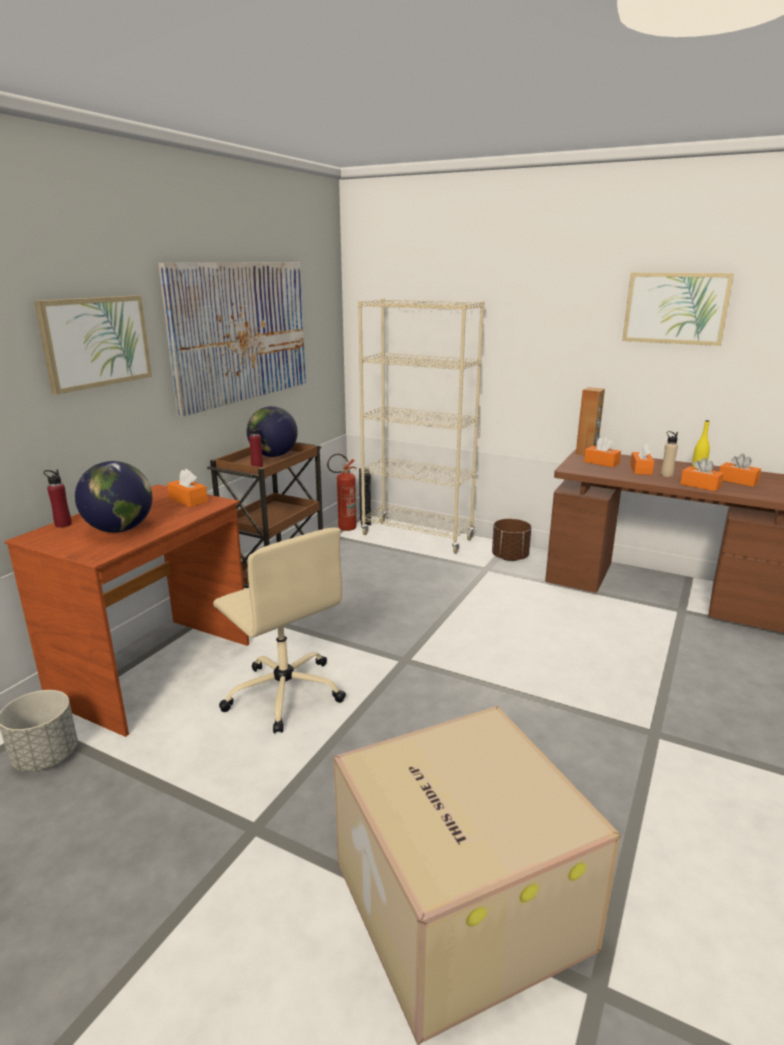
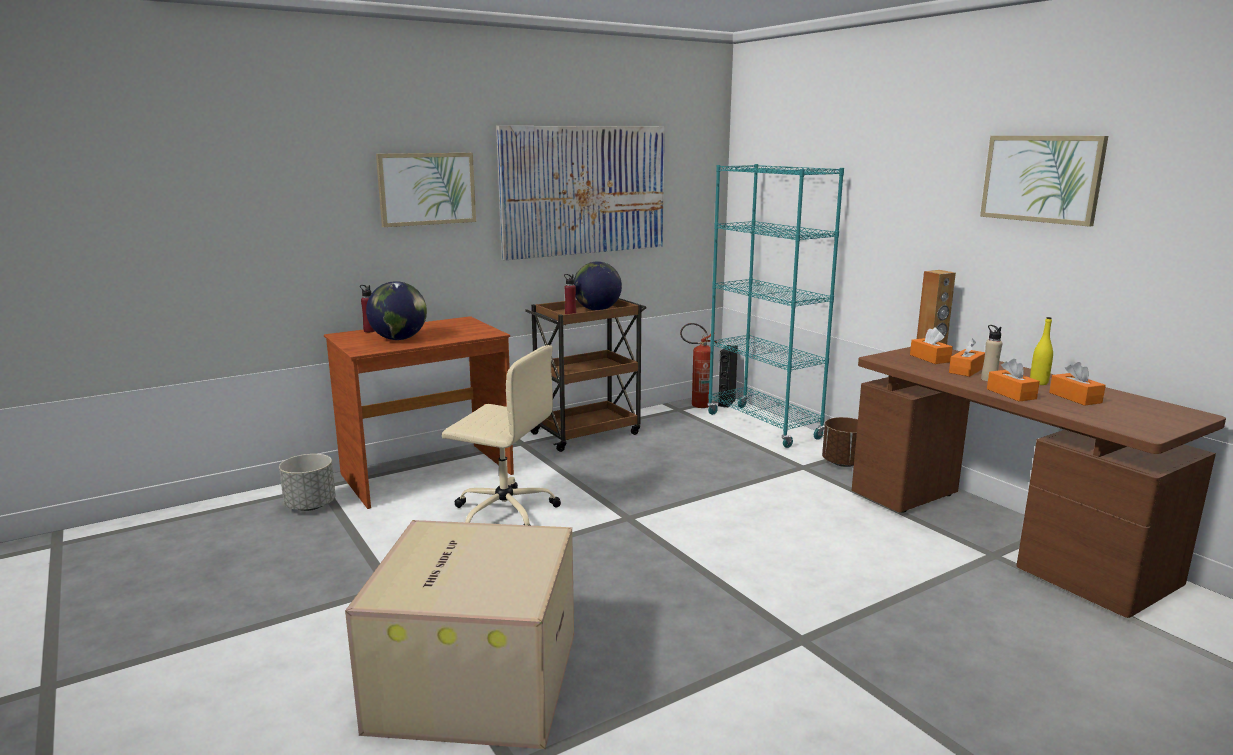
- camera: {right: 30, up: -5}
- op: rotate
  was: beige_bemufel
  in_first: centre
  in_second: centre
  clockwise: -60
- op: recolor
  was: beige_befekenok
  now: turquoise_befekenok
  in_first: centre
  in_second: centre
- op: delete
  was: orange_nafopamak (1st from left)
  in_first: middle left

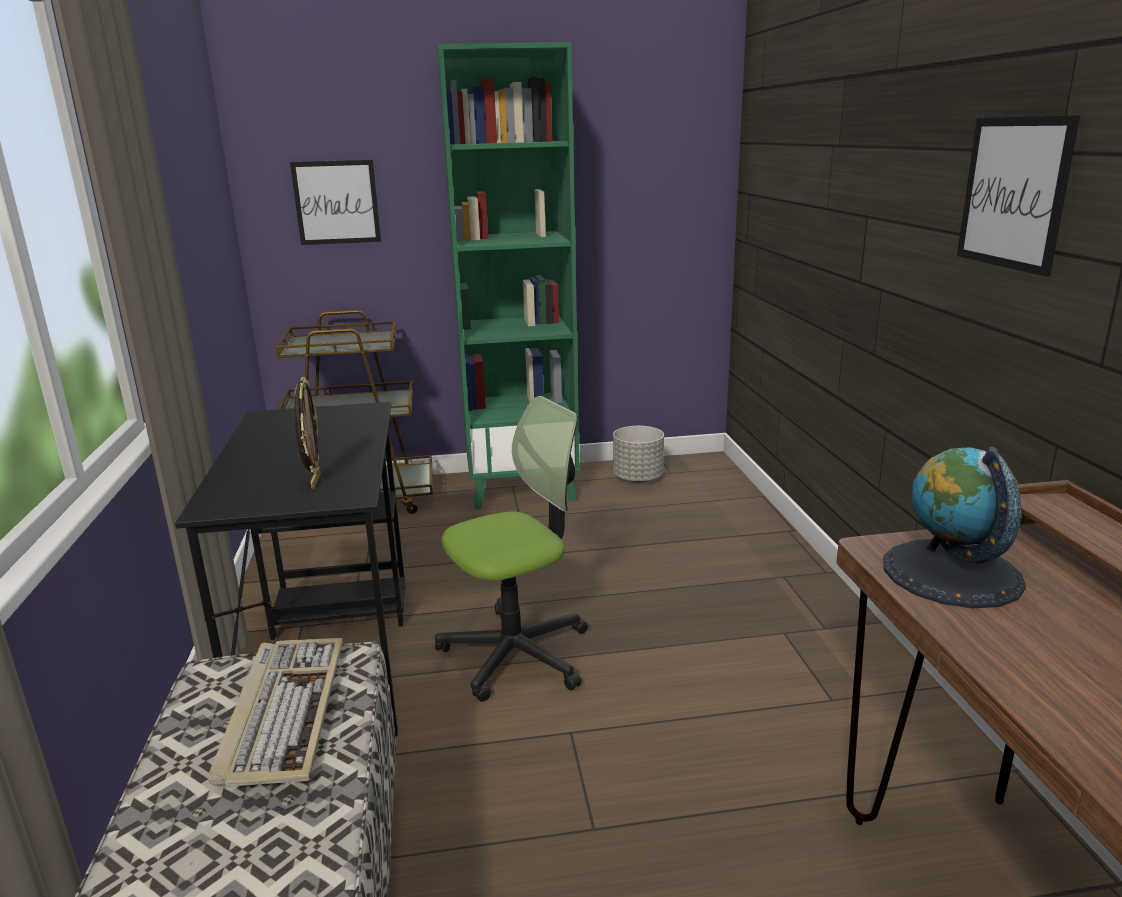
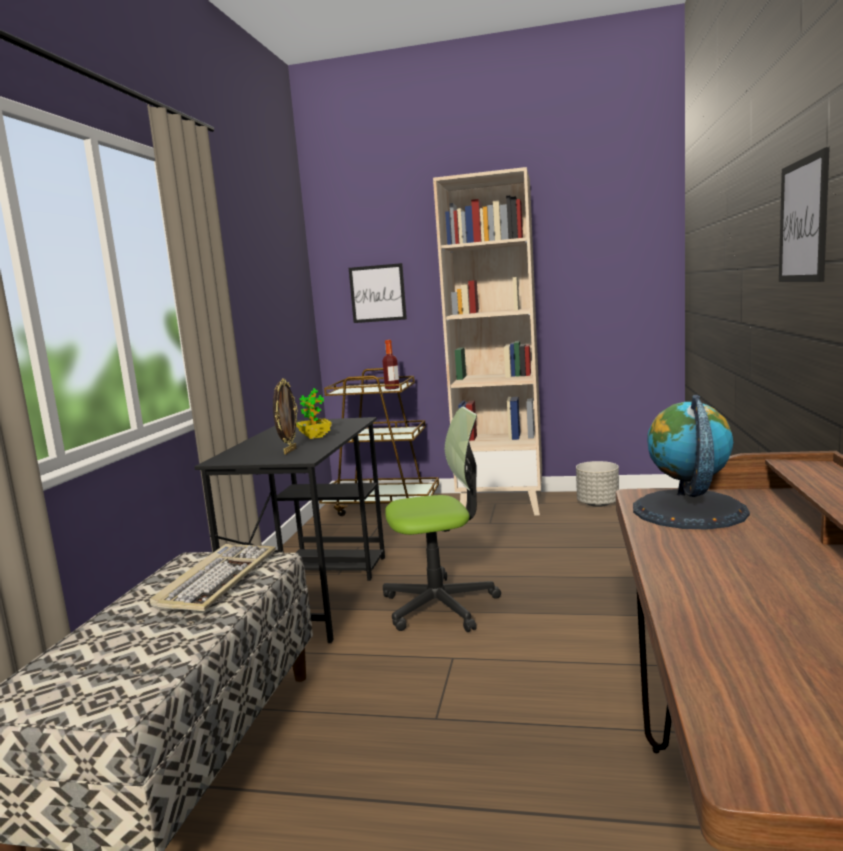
- camera: {right: 20, up: -10}
- op: insert
  now: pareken
  in_second: centre
- op: insert
  now: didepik
  in_second: centre
- op: recolor
  was: green_befekenok
  now: beige_befekenok
  in_first: top centre
  in_second: centre

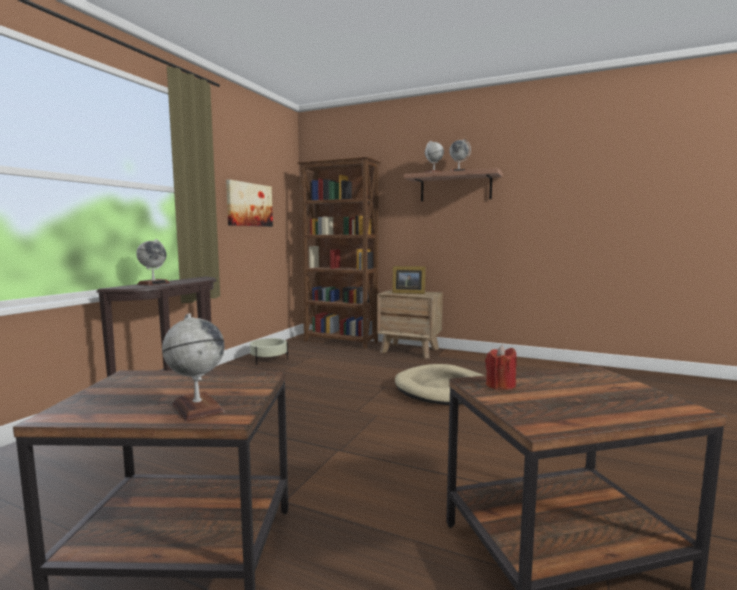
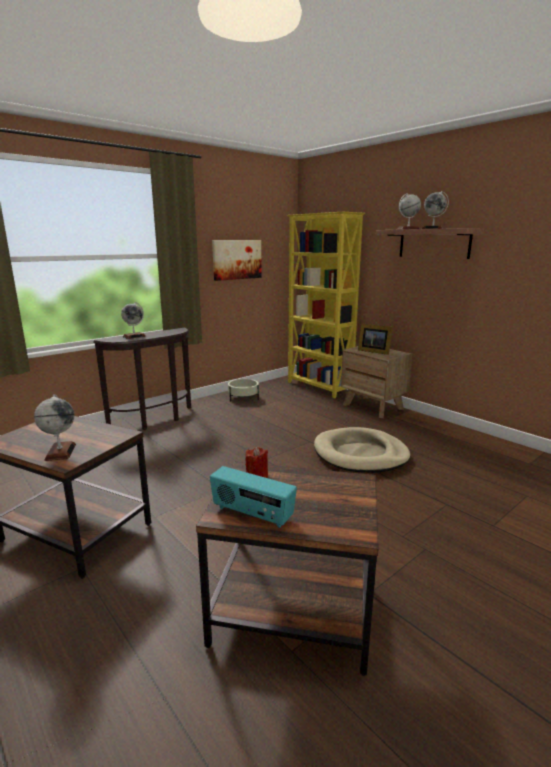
- camera: {right: 25, up: 10}
- op: insert
  now: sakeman
  in_second: centre
- op: recolor
  was: brown_befekenok
  now: yellow_befekenok
  in_first: centre
  in_second: centre

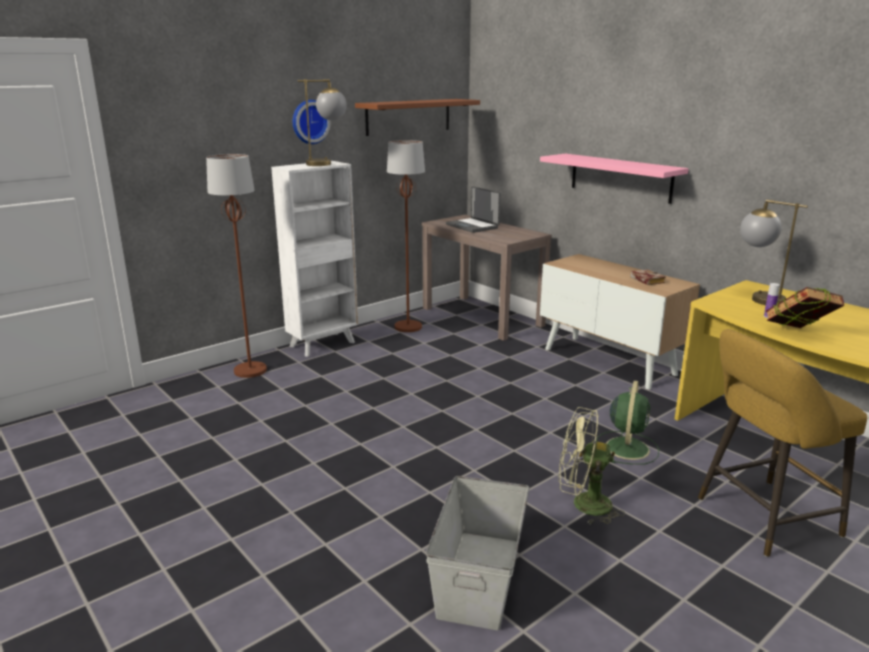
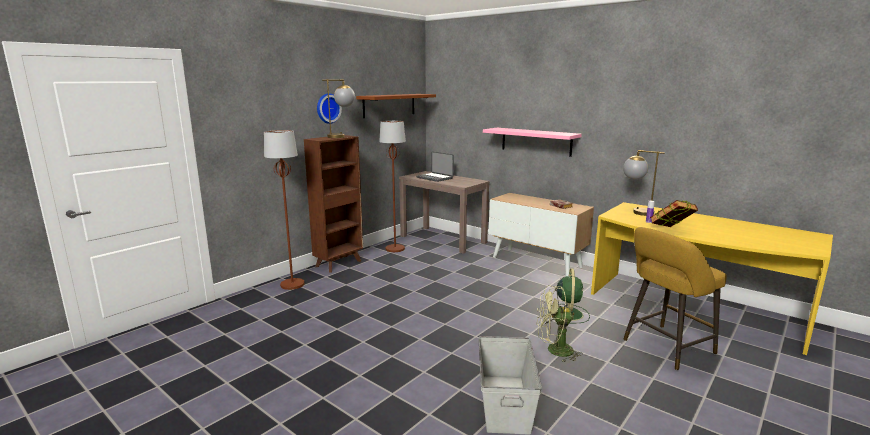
- camera: {right: -10, up: -5}
- op: recolor
  was: white_befekenok
  now: brown_befekenok
  in_first: centre
  in_second: centre

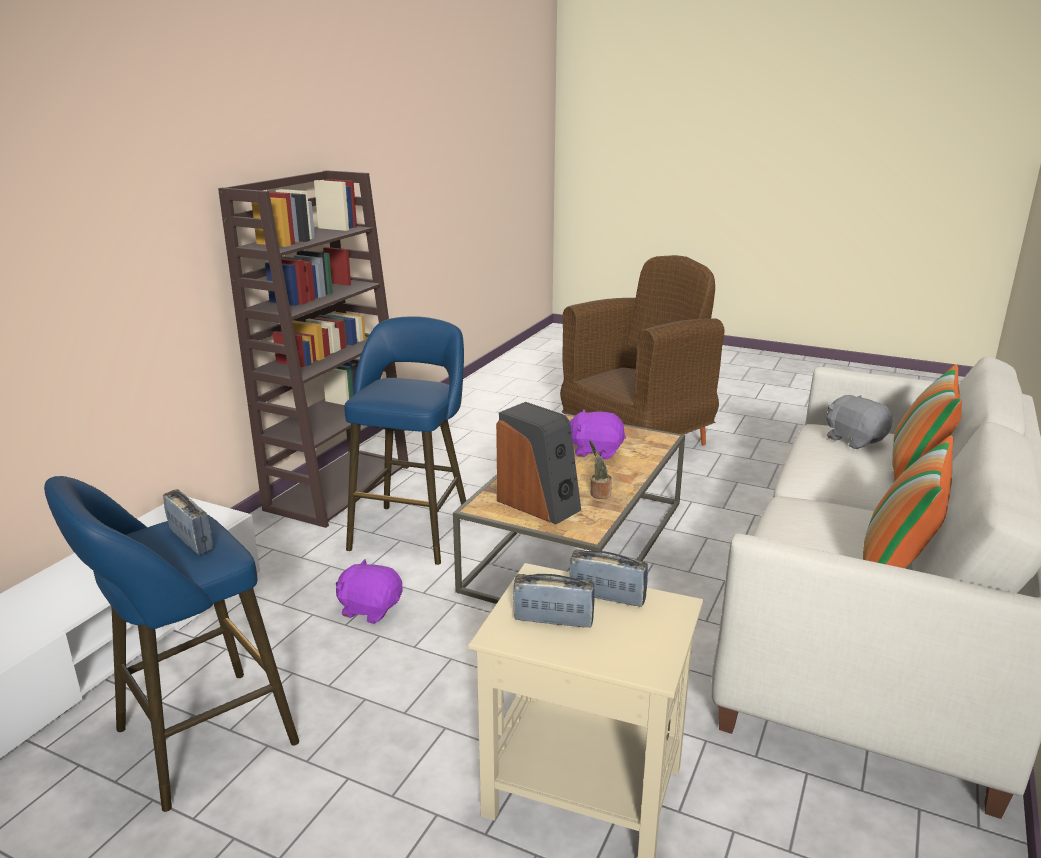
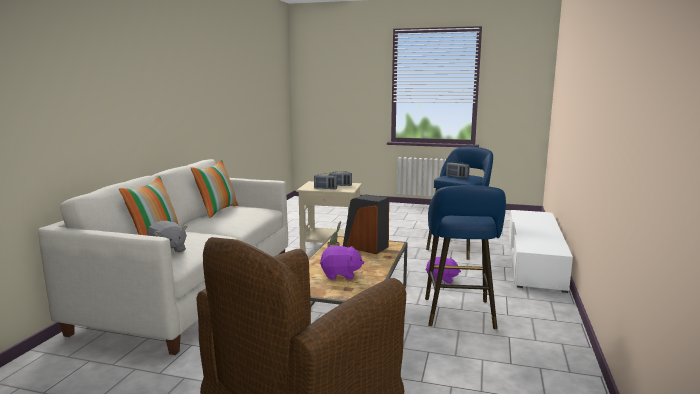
- camera: {right: 170, up: -10}
- op: delete
  was: brown_befekenok
  in_first: middle left

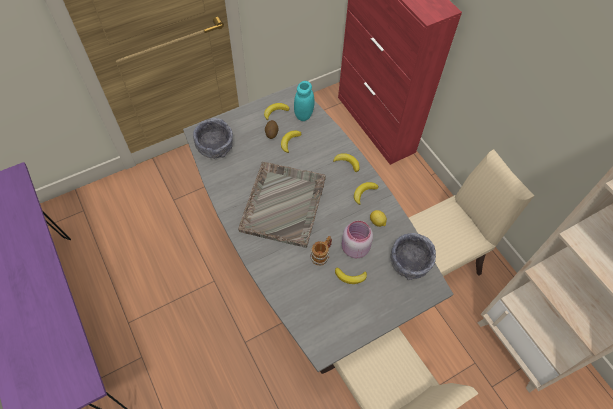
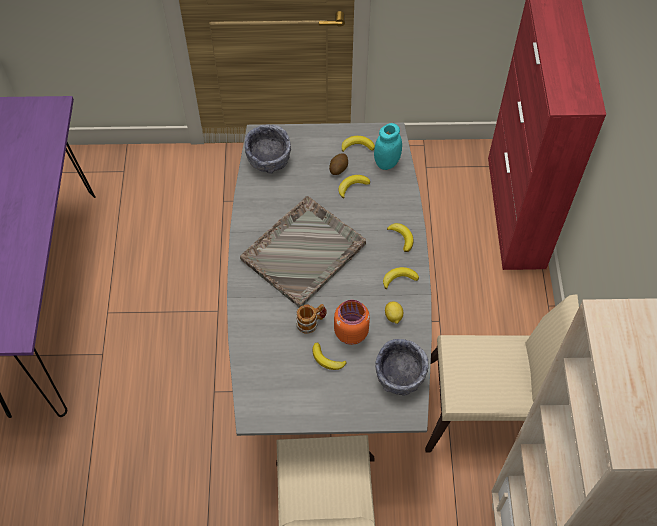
- camera: {right: 30, up: 0}
- op: recolor
  was: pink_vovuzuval
  now: orange_vovuzuval
  in_first: centre
  in_second: centre

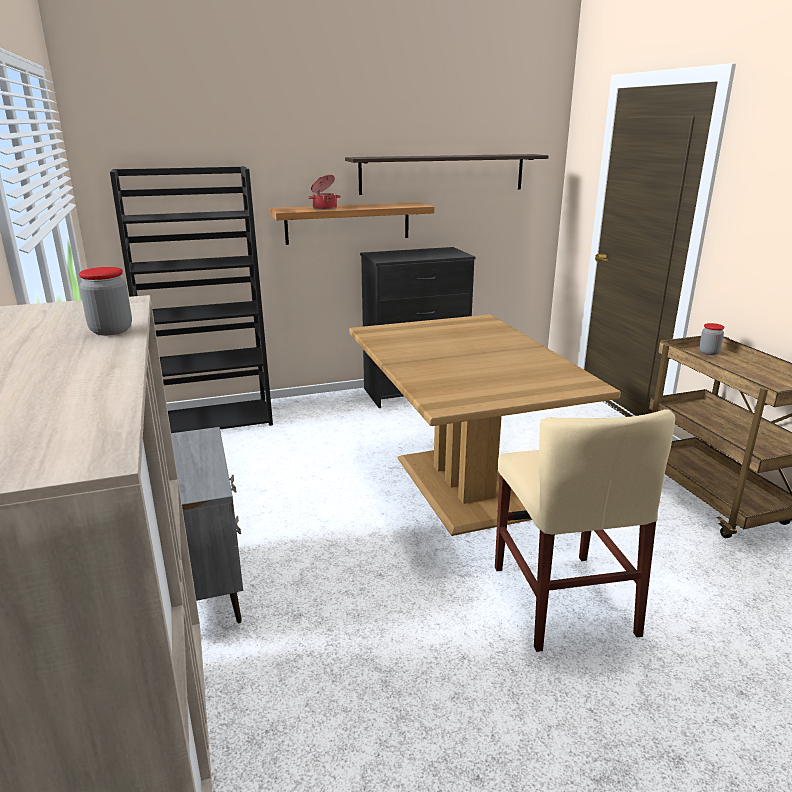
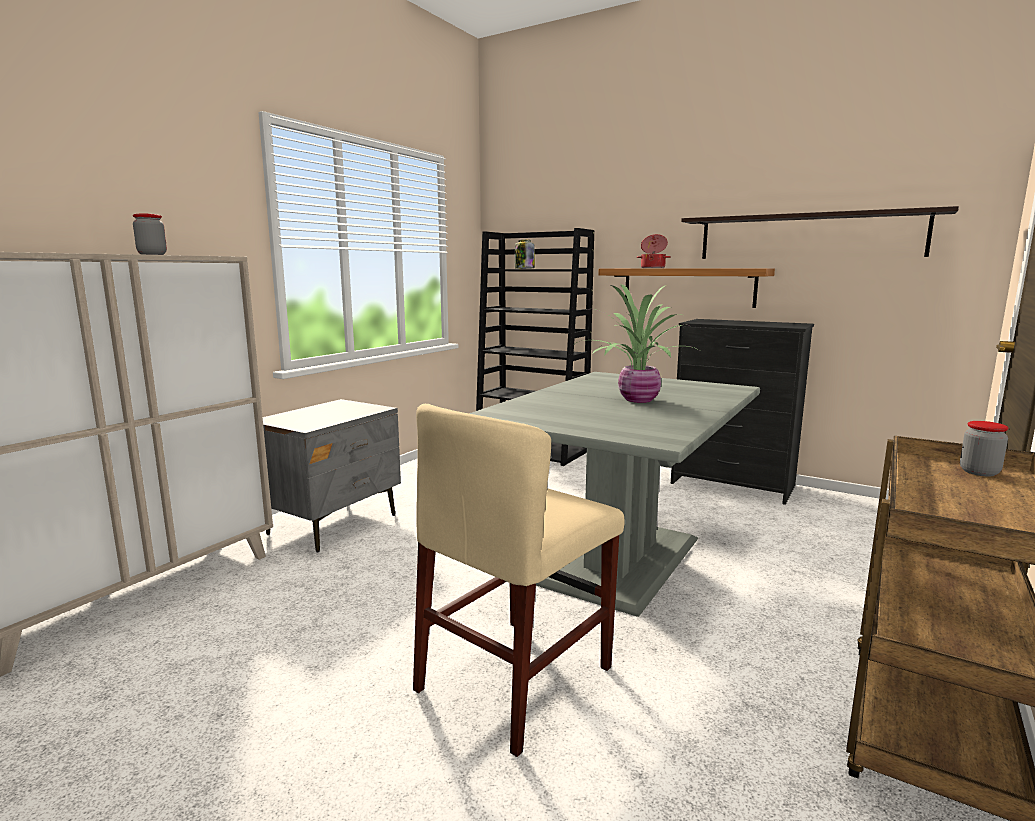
- camera: {right: 50, up: -10}
- op: recolor
  was: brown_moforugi
  now: grey_moforugi
  in_first: centre
  in_second: centre
- op: insert
  now: vovuzuval (2nd from left)
  in_second: top centre
- op: insert
  now: pareken
  in_second: centre

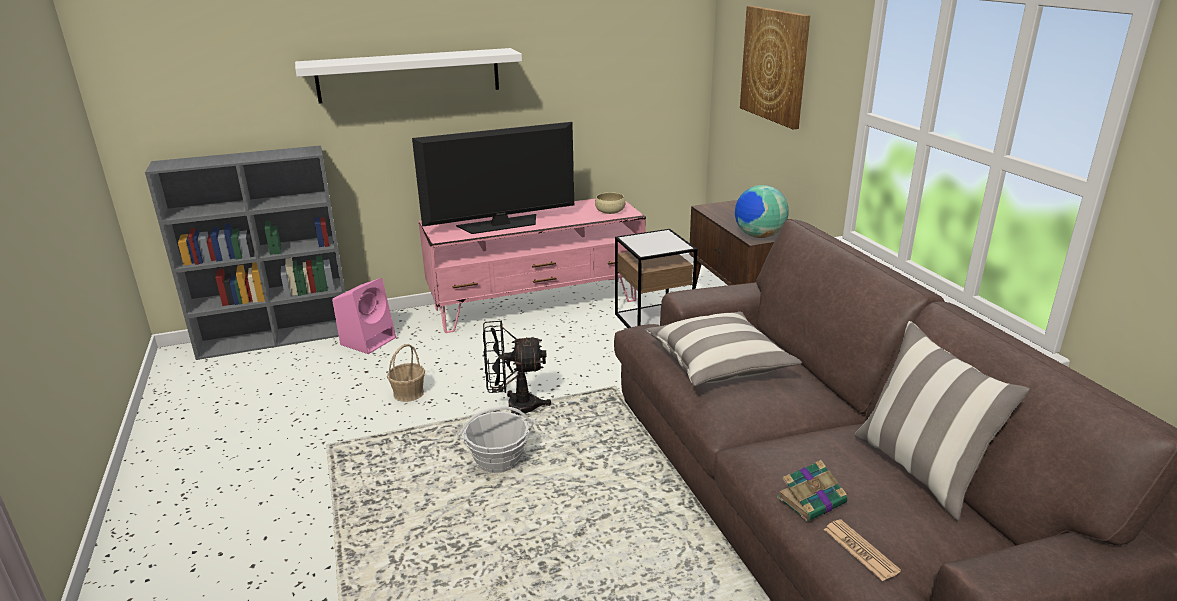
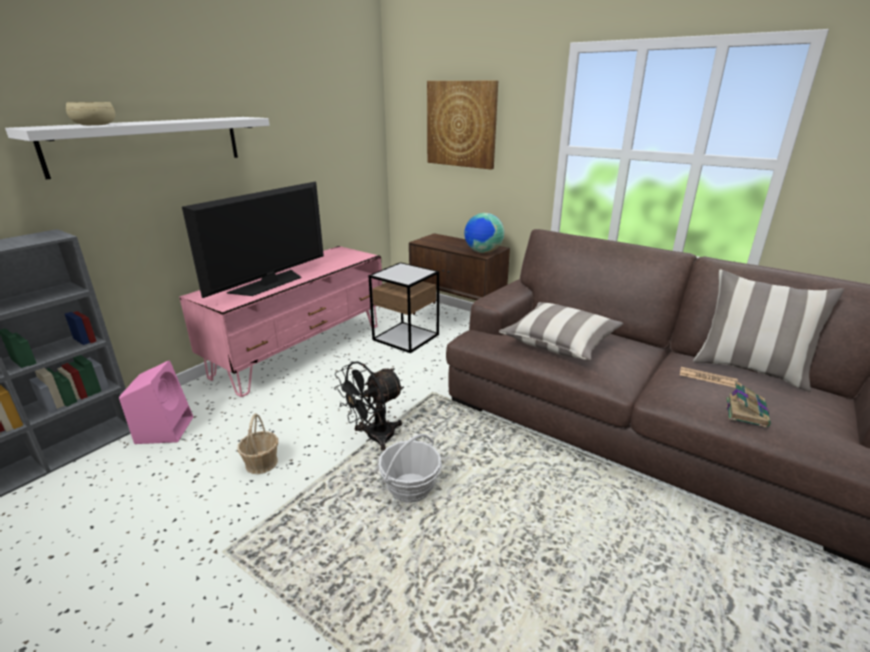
- camera: {right: -35, up: 0}
- op: move
  was: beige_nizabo
  in_first: centre
  in_second: top left
- op: move
  was: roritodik
  in_first: bottom right
  in_second: middle right

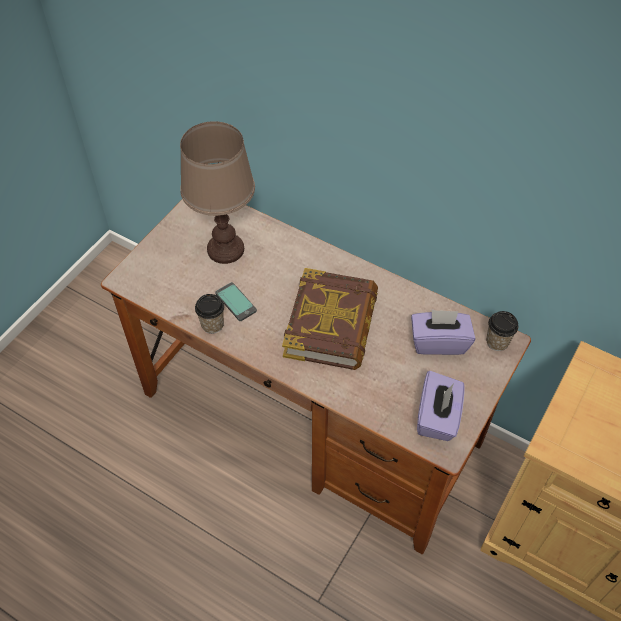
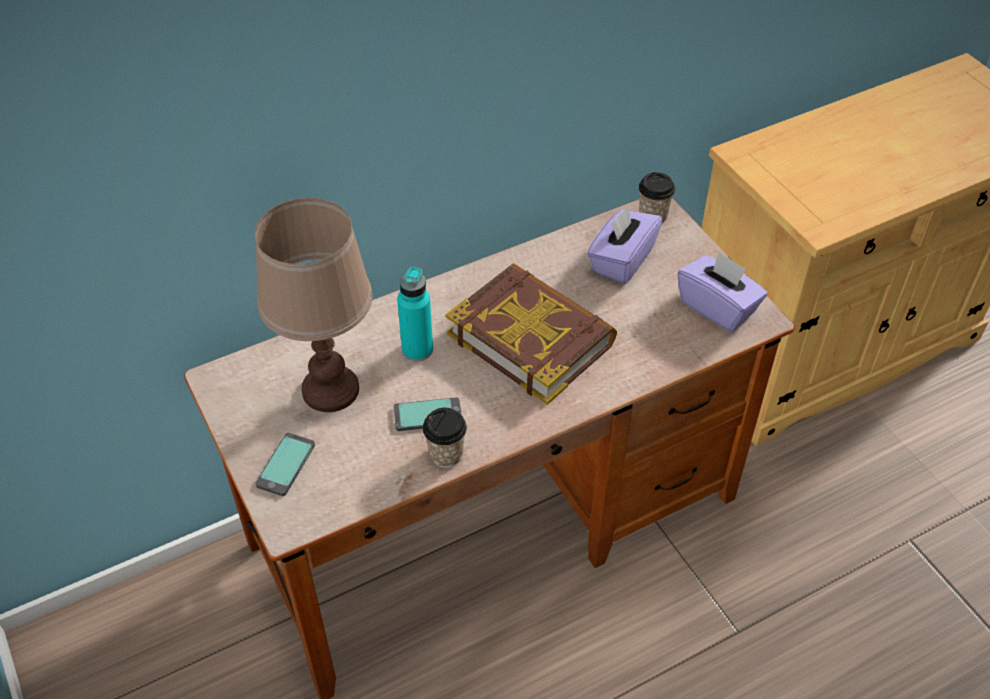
- camera: {right: -60, up: -5}
- op: insert
  now: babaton (1st from left)
  in_second: middle left
- op: insert
  now: turquoise_didepik
  in_second: centre

